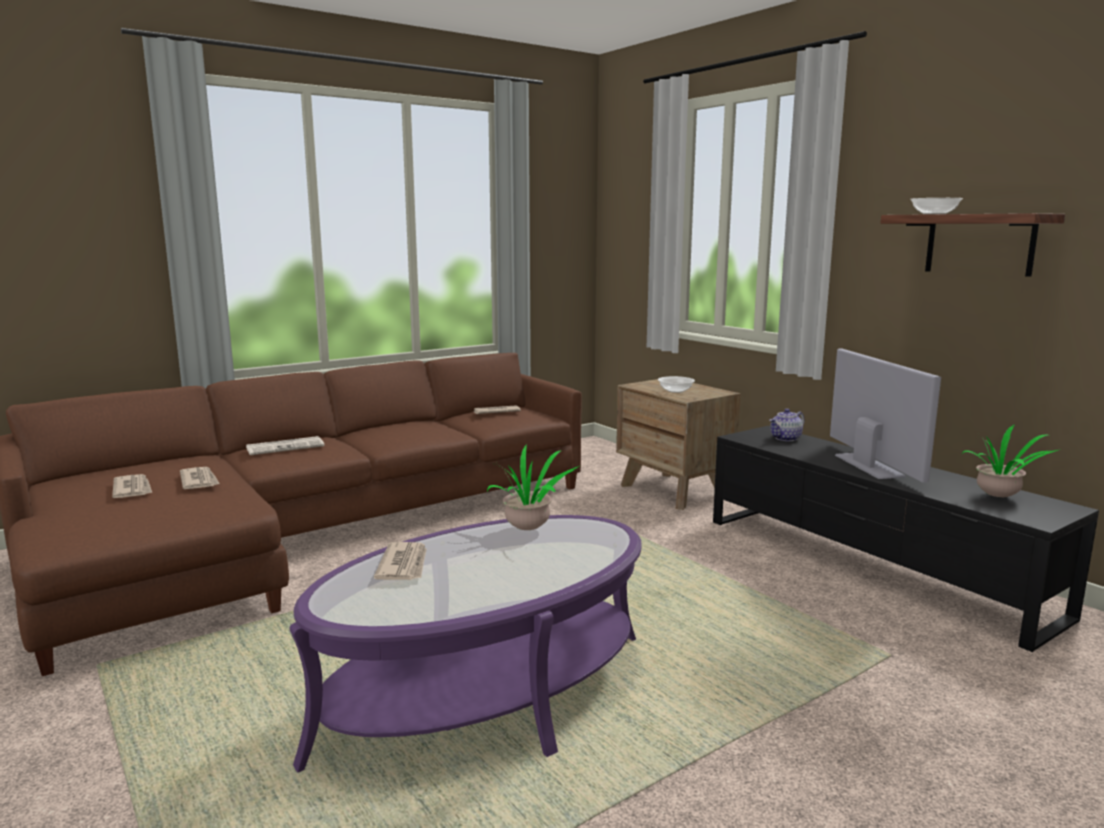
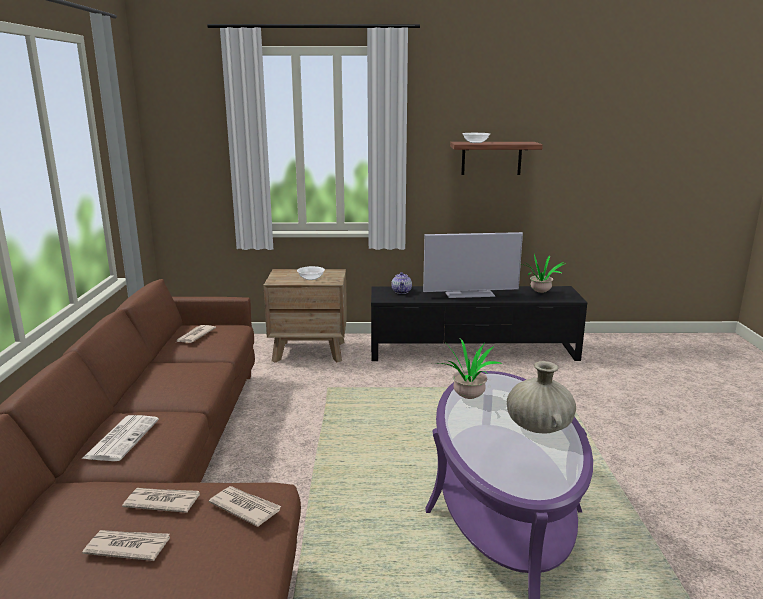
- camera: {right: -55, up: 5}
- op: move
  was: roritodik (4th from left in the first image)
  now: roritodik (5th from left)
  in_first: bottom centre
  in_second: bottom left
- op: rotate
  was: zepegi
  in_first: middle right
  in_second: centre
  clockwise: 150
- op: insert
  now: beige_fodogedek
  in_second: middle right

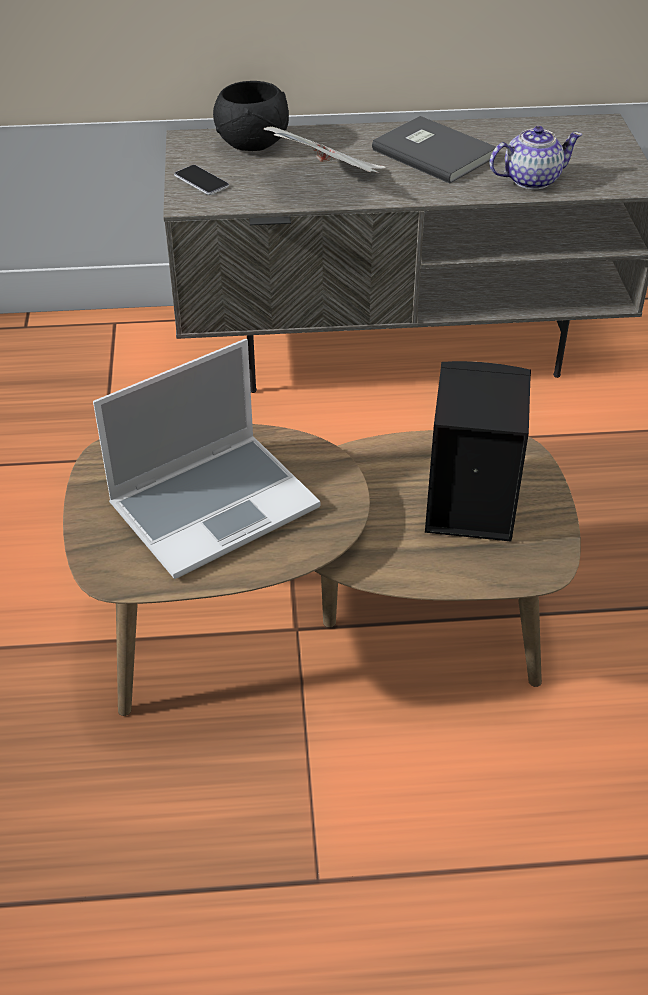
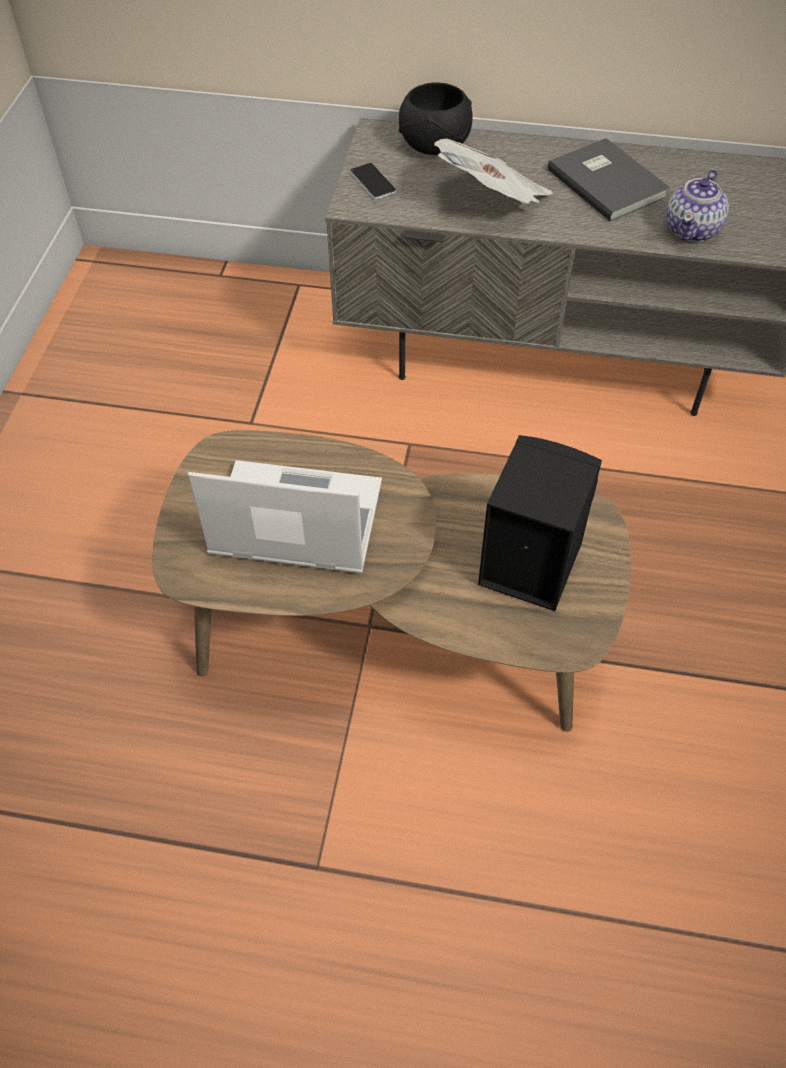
- camera: {right: 15, up: 10}
- op: rotate
  was: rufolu
  in_first: middle left
  in_second: centre
  clockwise: -150
- op: rotate
  was: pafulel
  in_first: top right
  in_second: top right
  clockwise: 120

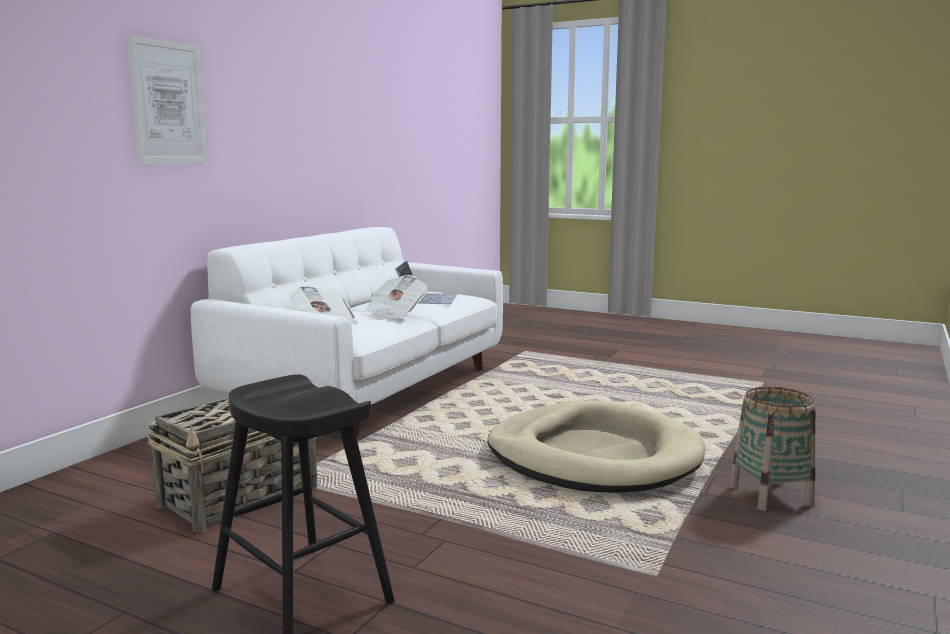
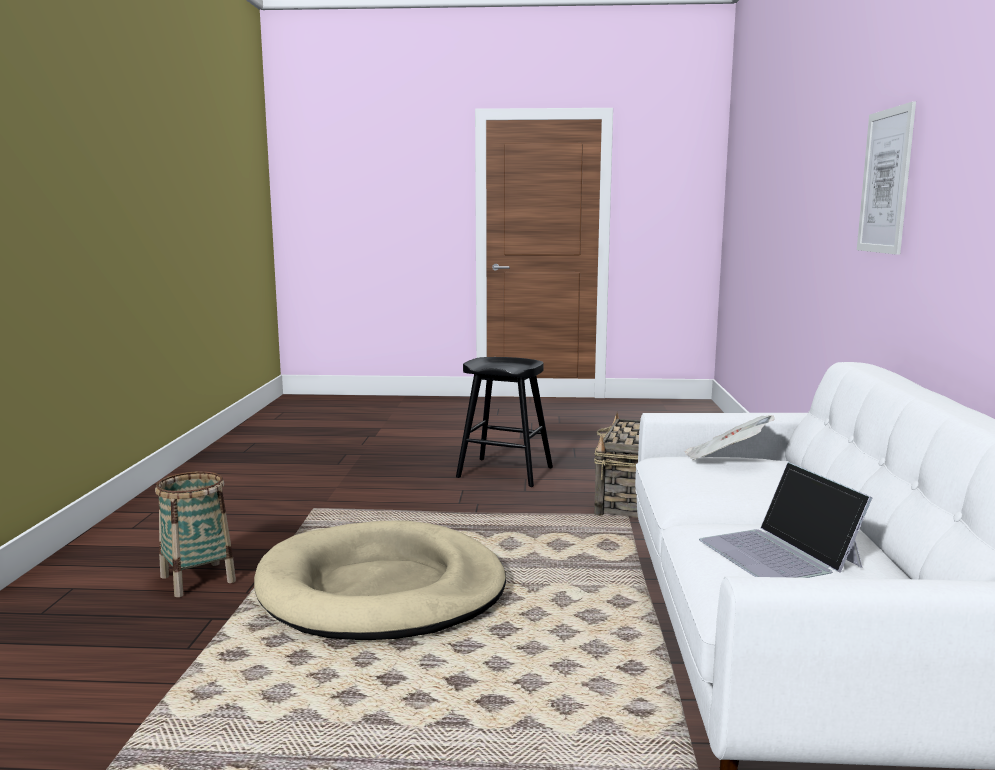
- camera: {right: 155, up: 0}
- op: delete
  was: roritodik (2nd from left)
  in_first: centre

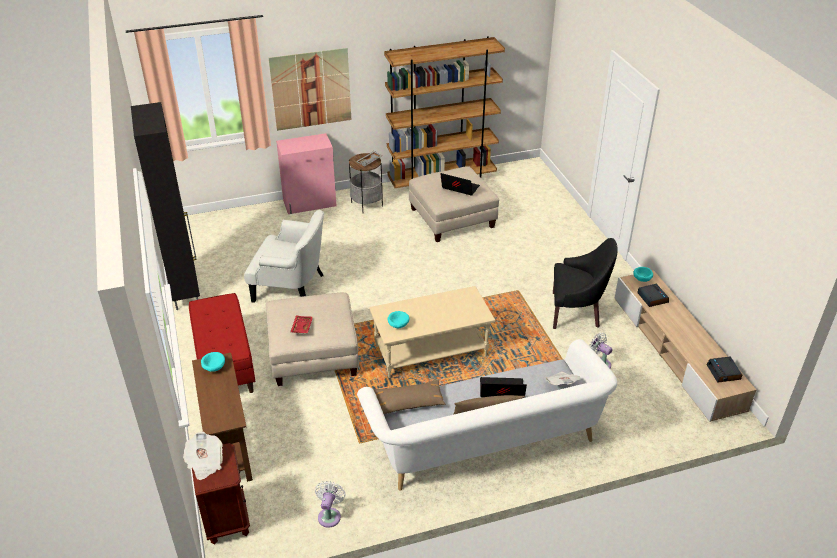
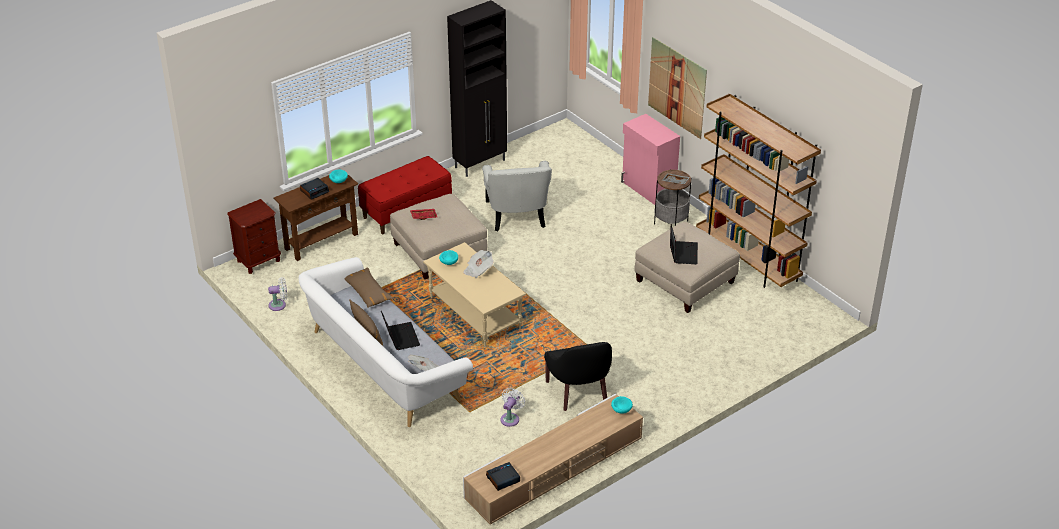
- camera: {right: 70, up: 0}
- op: move
  was: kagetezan (1st from left)
  in_first: middle right
  in_second: middle left
- op: move
  was: roritodik (1st from left in the first image)
  now: roritodik (2nd from left)
  in_first: bottom left
  in_second: centre

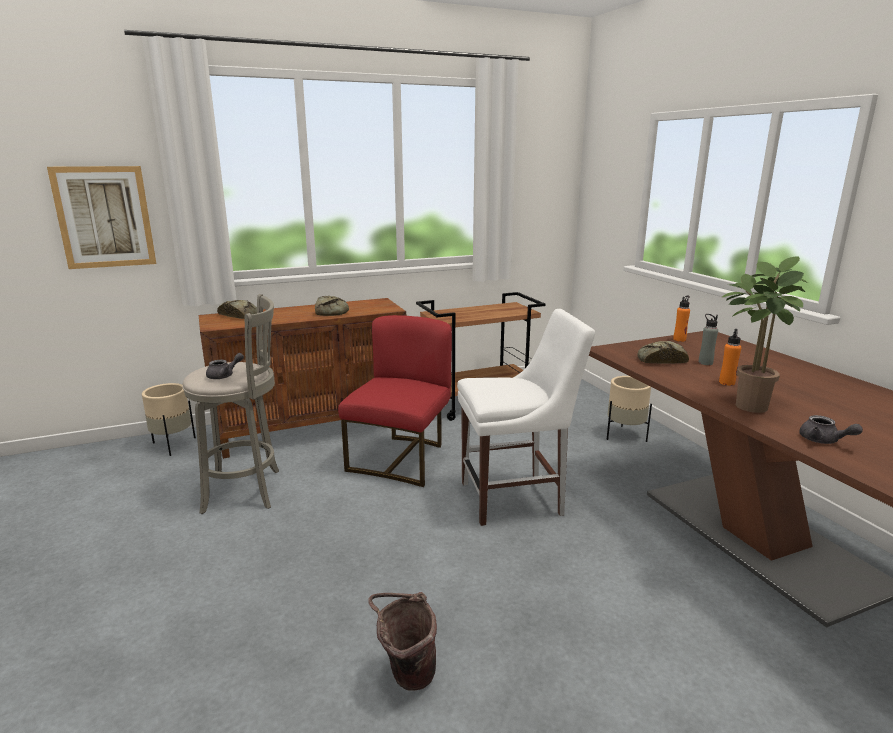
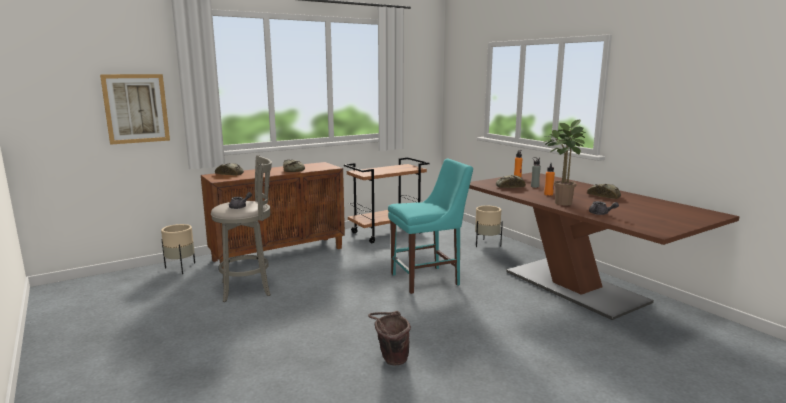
- camera: {right: -10, up: -5}
- op: recolor
  was: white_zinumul
  now: turquoise_zinumul
  in_first: centre
  in_second: centre
- op: insert
  now: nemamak (4th from left)
  in_second: middle right
- op: delete
  was: red_zinumul
  in_first: centre

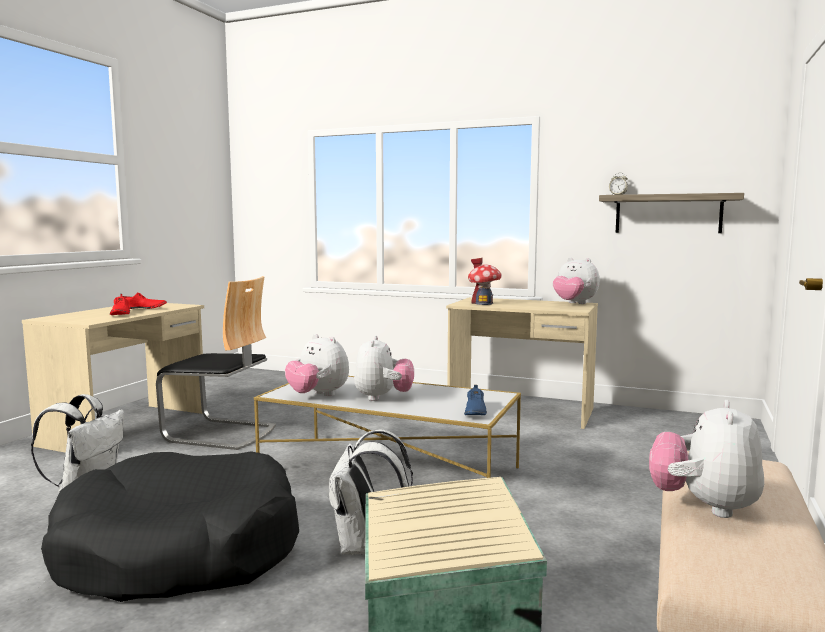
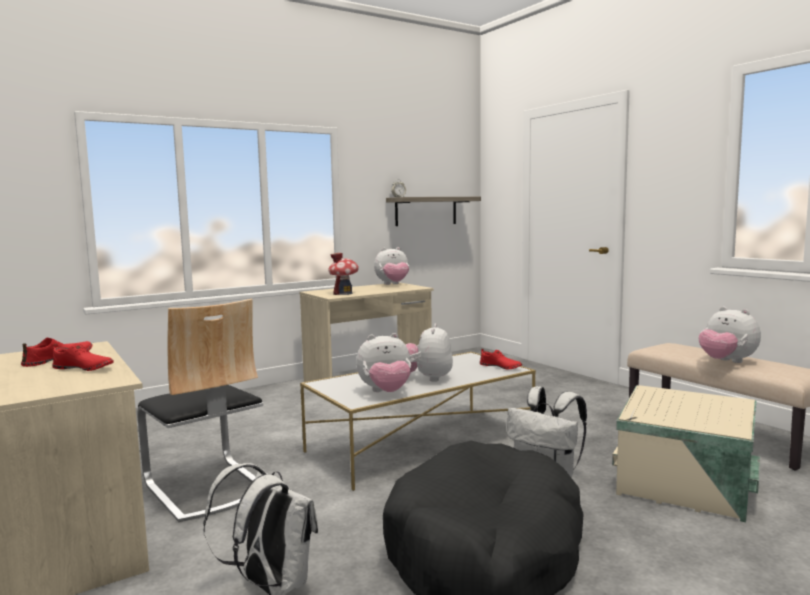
- camera: {right: -55, up: 0}
- op: rotate
  was: zinumul
  in_first: middle left
  in_second: bottom left
  clockwise: 90
- op: rotate
  was: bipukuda (2nd from left in the first image)
  in_first: centre
  in_second: centre
  clockwise: -120
- op: recolor
  was: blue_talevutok
  now: red_talevutok (3rd from left)
  in_first: centre
  in_second: centre

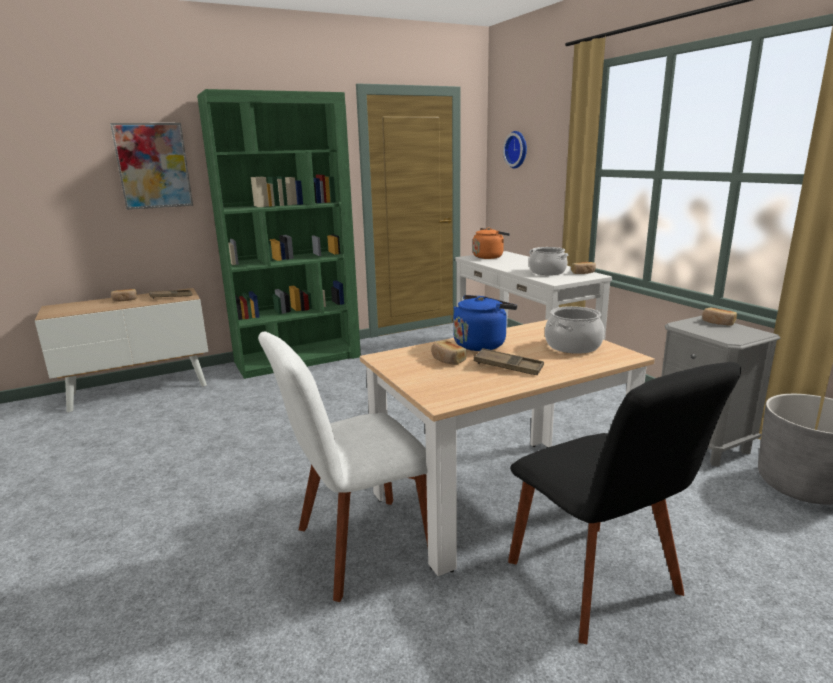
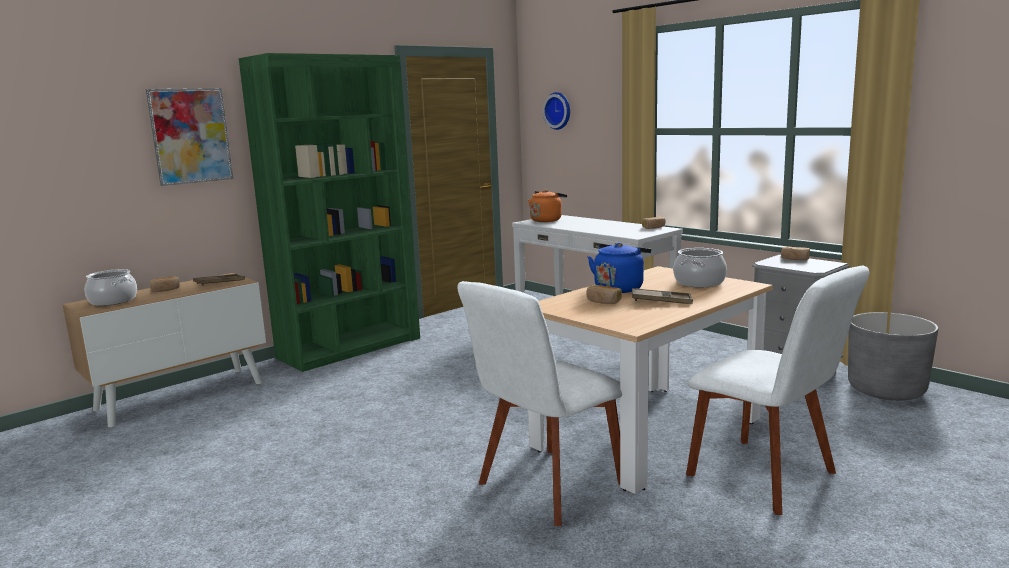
- camera: {right: -15, up: -5}
- op: move
  was: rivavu (1st from left)
  in_first: centre
  in_second: middle left
- op: recolor
  was: black_zinumul
  now: white_zinumul (2nd from left)
  in_first: bottom right
  in_second: bottom right

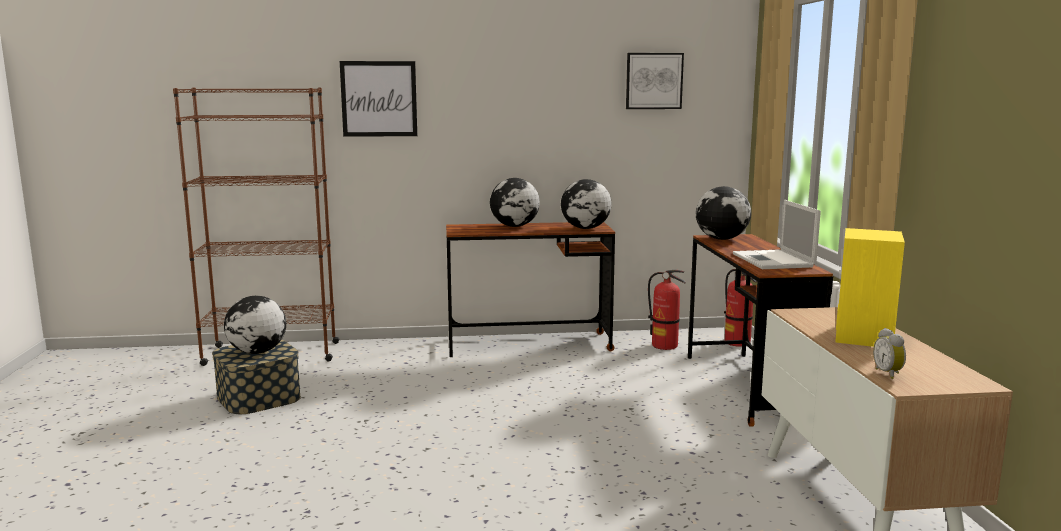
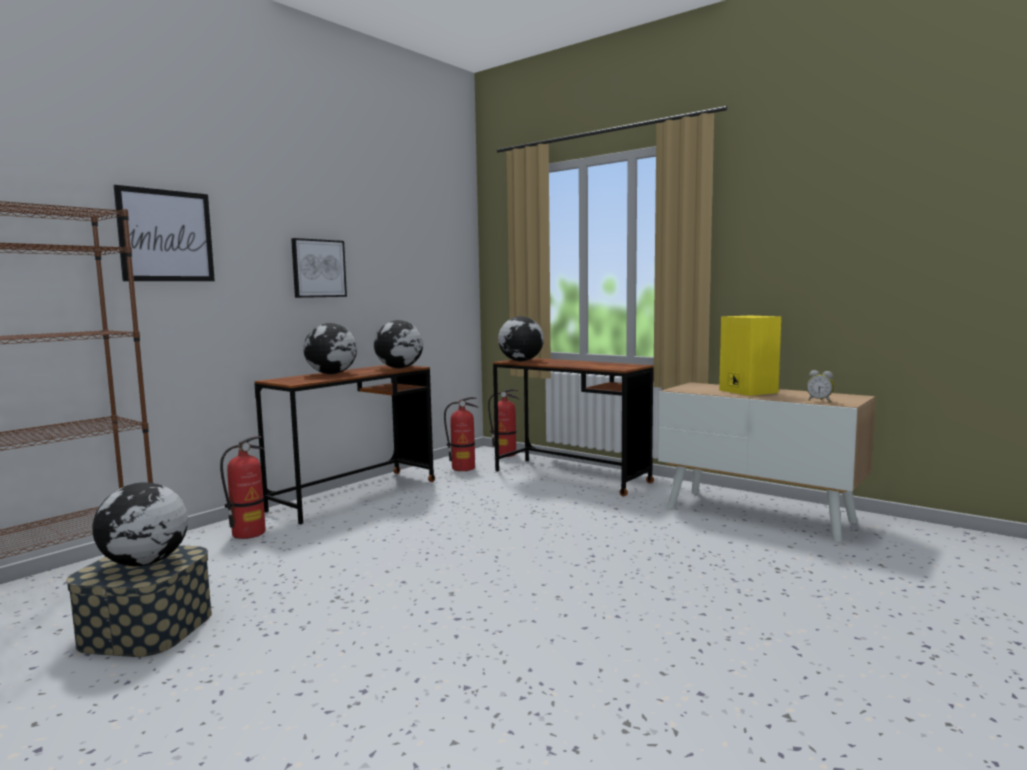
- camera: {right: -45, up: -5}
- op: insert
  now: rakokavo (1st from left)
  in_second: middle left
- op: move
  was: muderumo (2nd from left)
  in_first: top centre
  in_second: middle left
- op: delete
  was: rufolu
  in_first: middle right

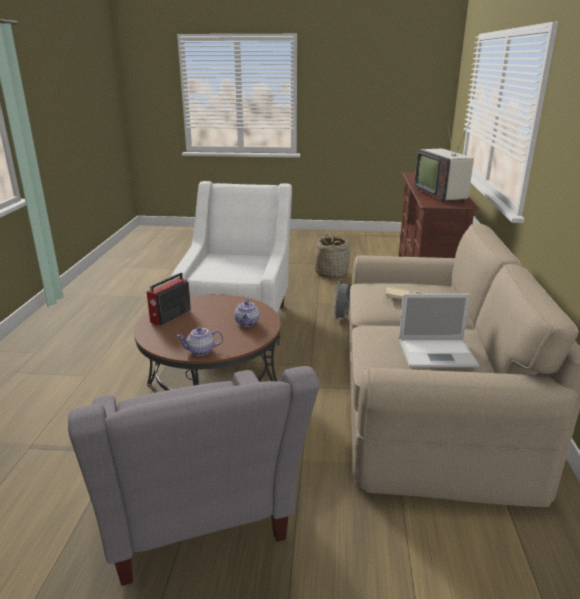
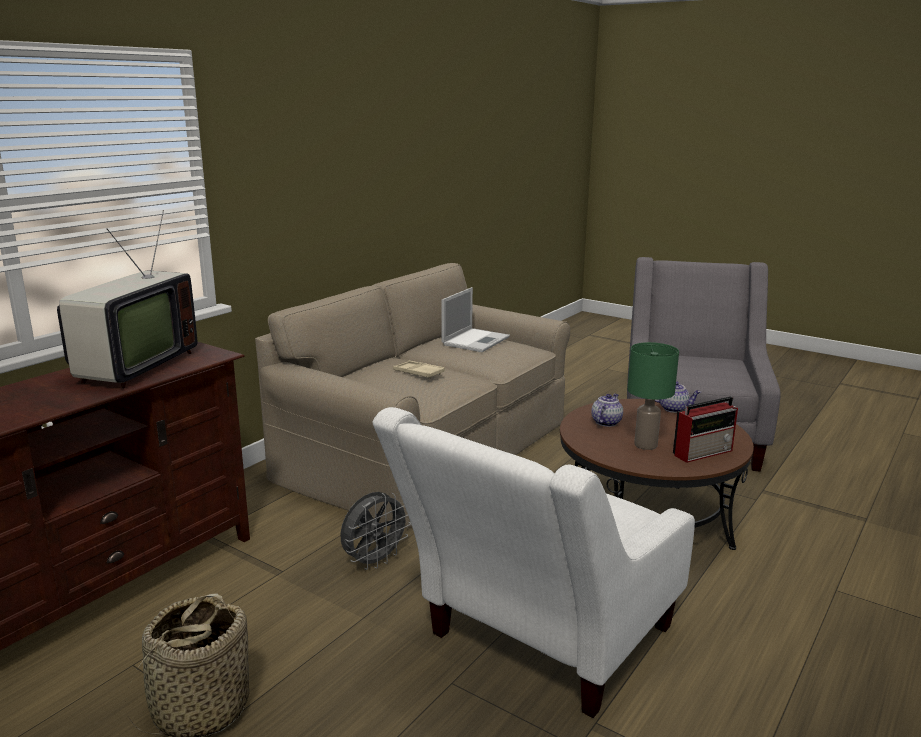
- camera: {right: -150, up: -5}
- op: rotate
  was: rufolu
  in_first: middle right
  in_second: centre
  clockwise: 90
- op: insert
  now: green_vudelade
  in_second: middle right

